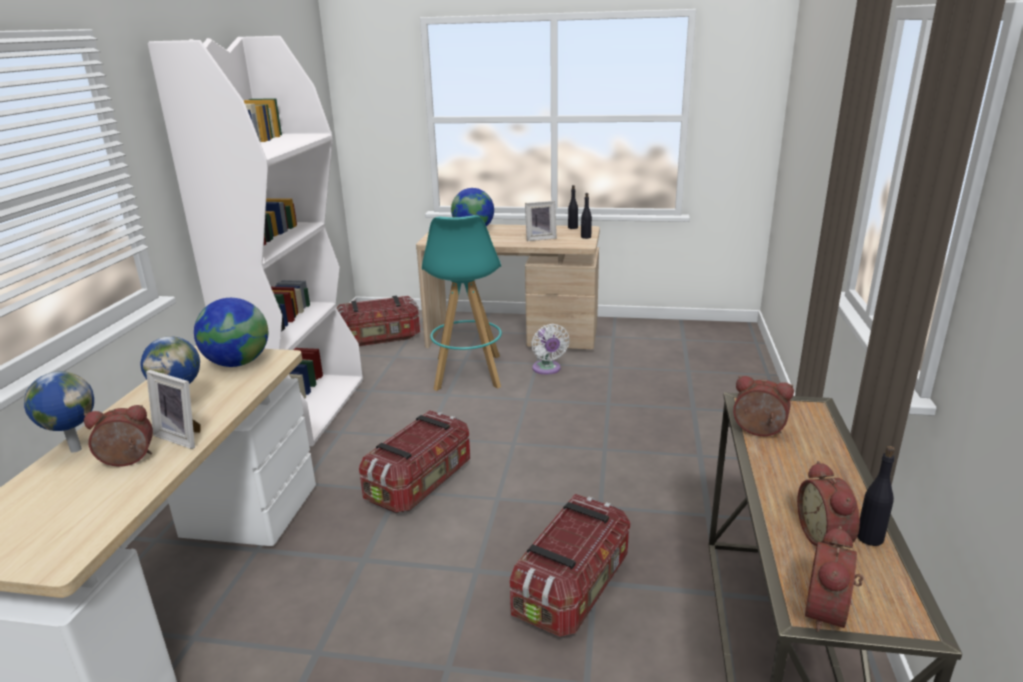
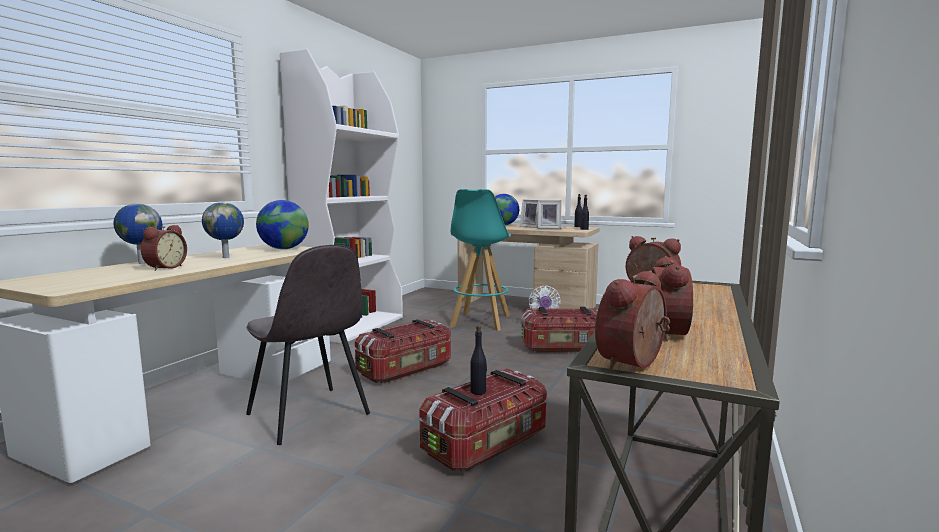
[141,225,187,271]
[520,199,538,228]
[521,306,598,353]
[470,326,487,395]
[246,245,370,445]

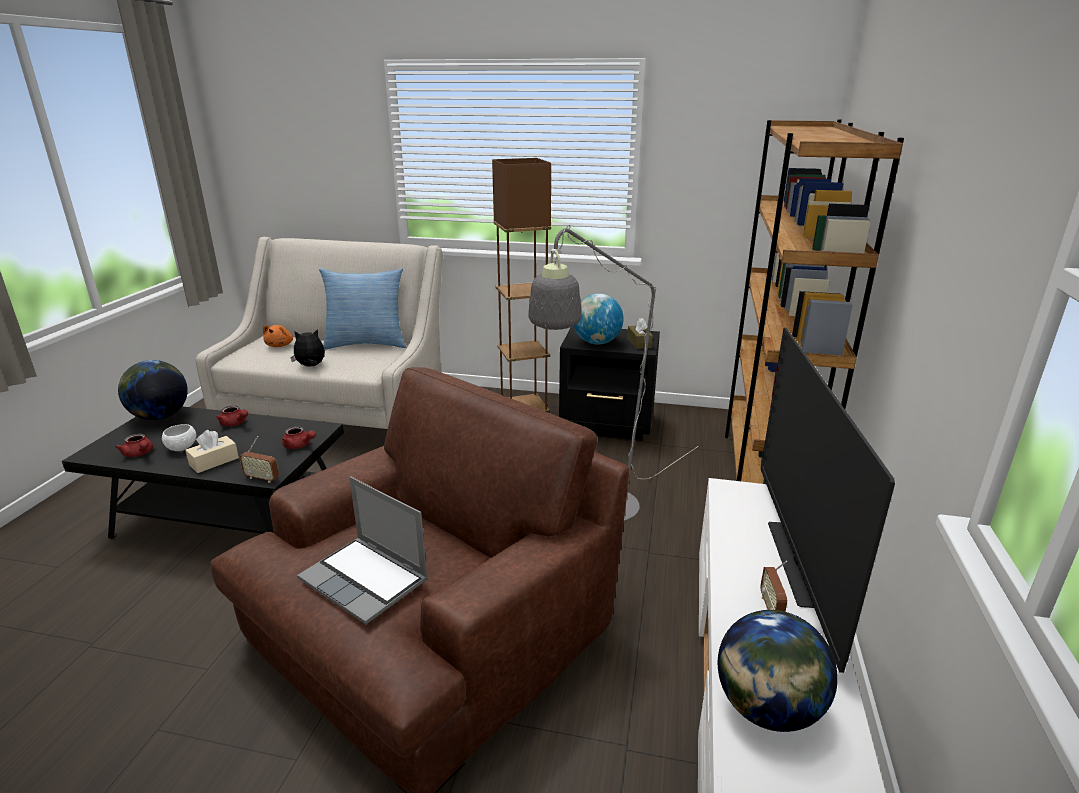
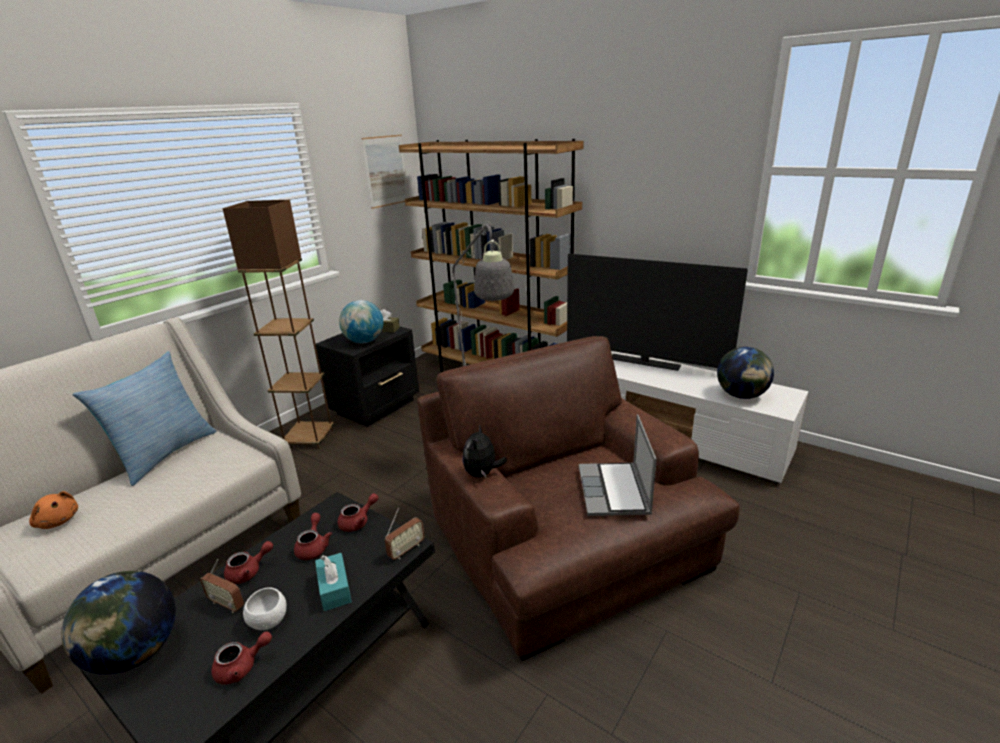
[315,553,352,611]
[462,424,507,477]
[579,414,657,516]
[200,559,244,613]
[294,513,332,560]
[362,134,408,209]

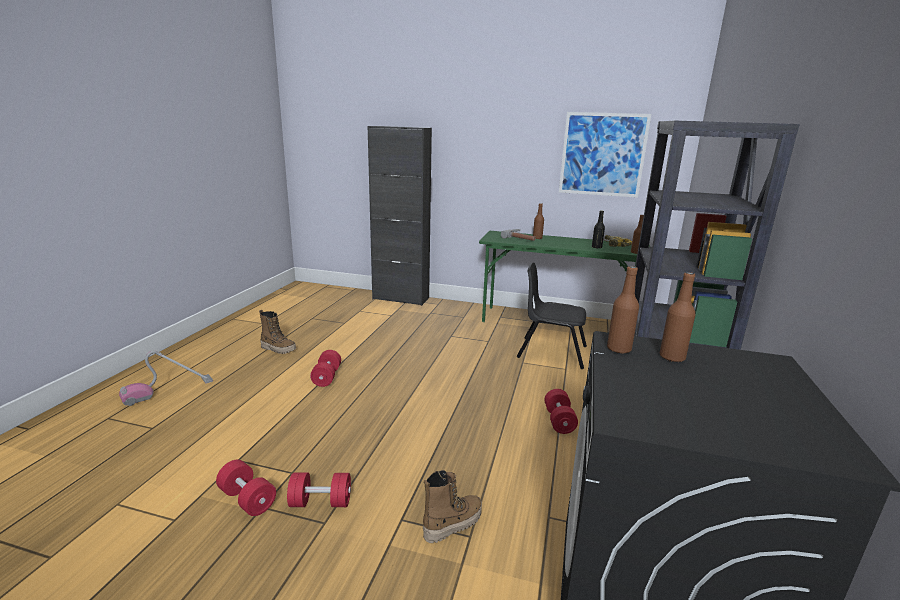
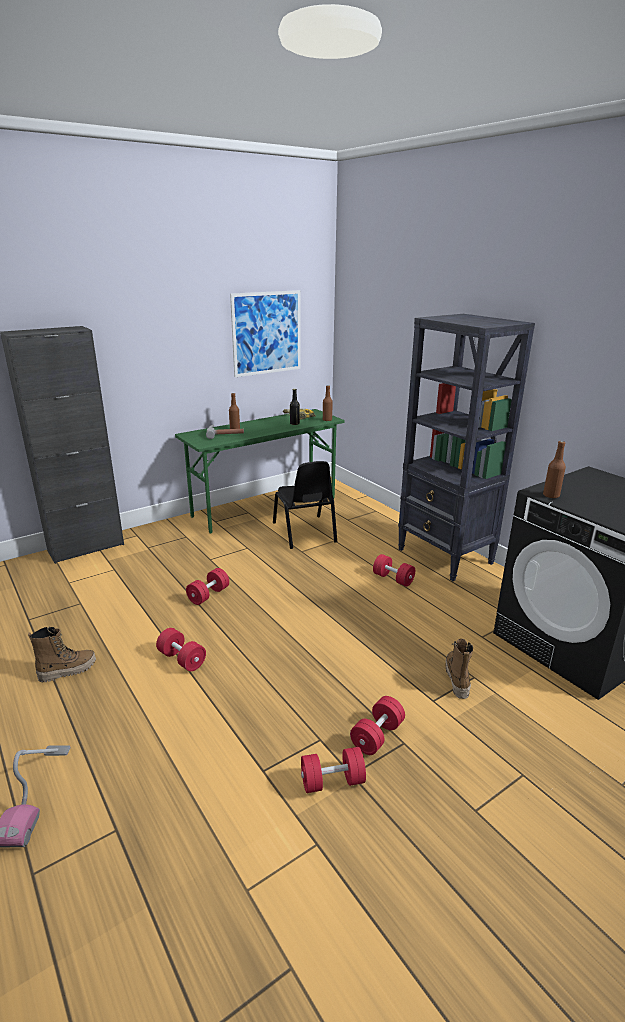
[273,461,337,549]
[660,272,695,362] (first image)
[186,568,229,605]

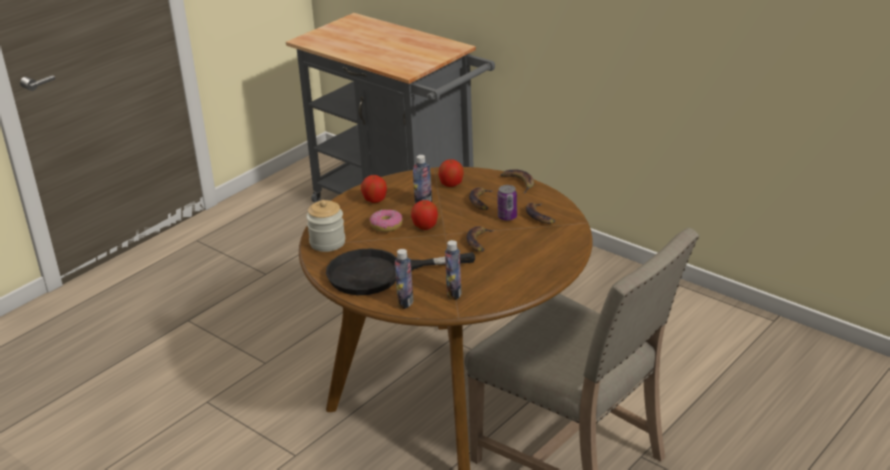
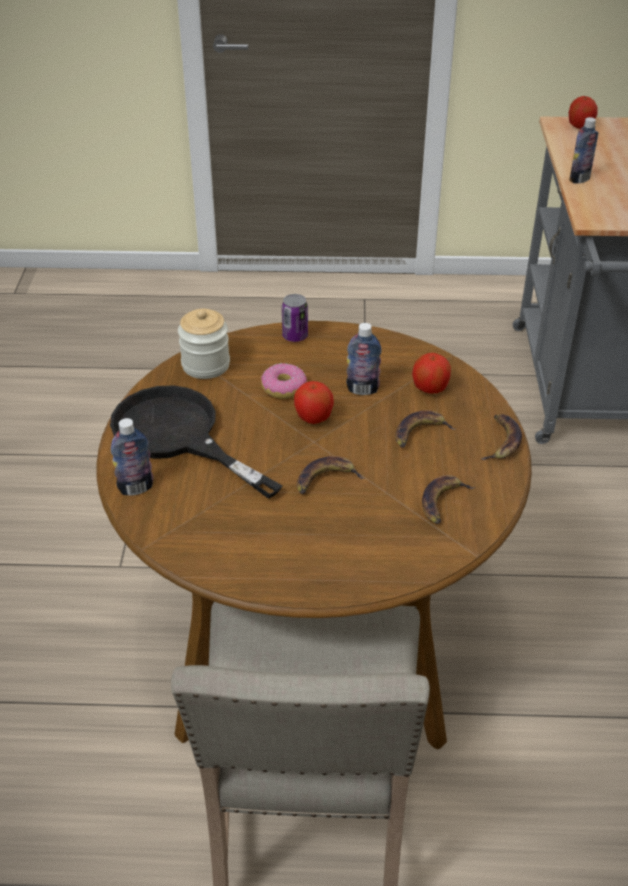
[569,96,598,129]
[569,117,598,184]
[282,294,308,342]

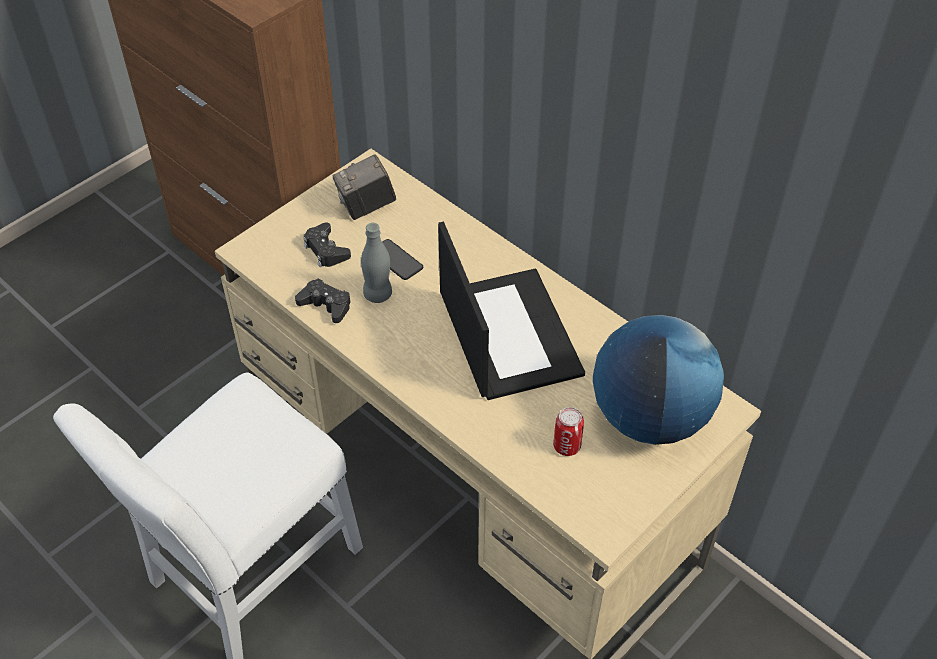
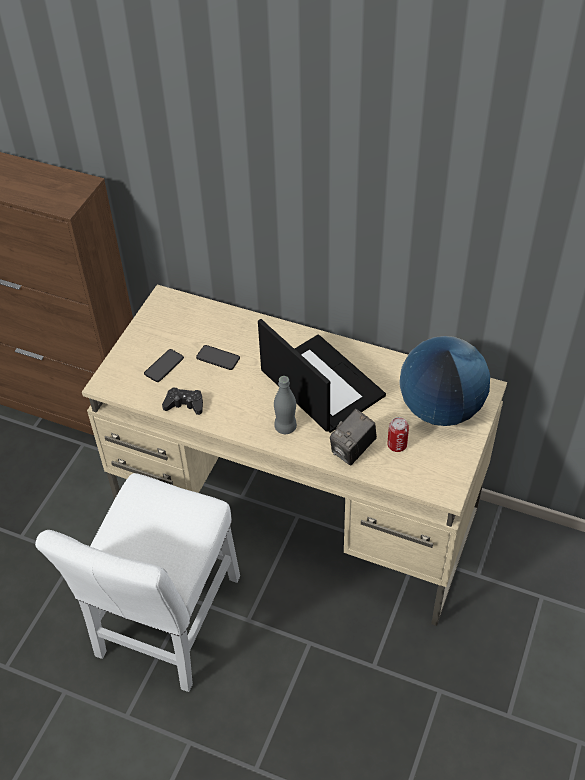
[144,349,184,382]
[330,409,377,466]
[274,376,297,434]

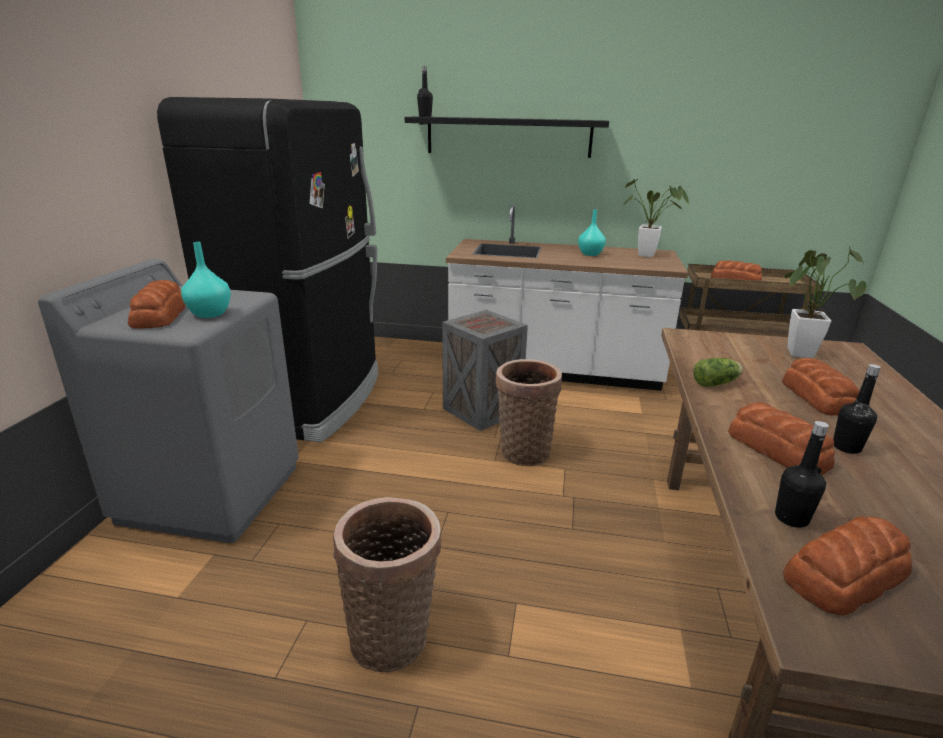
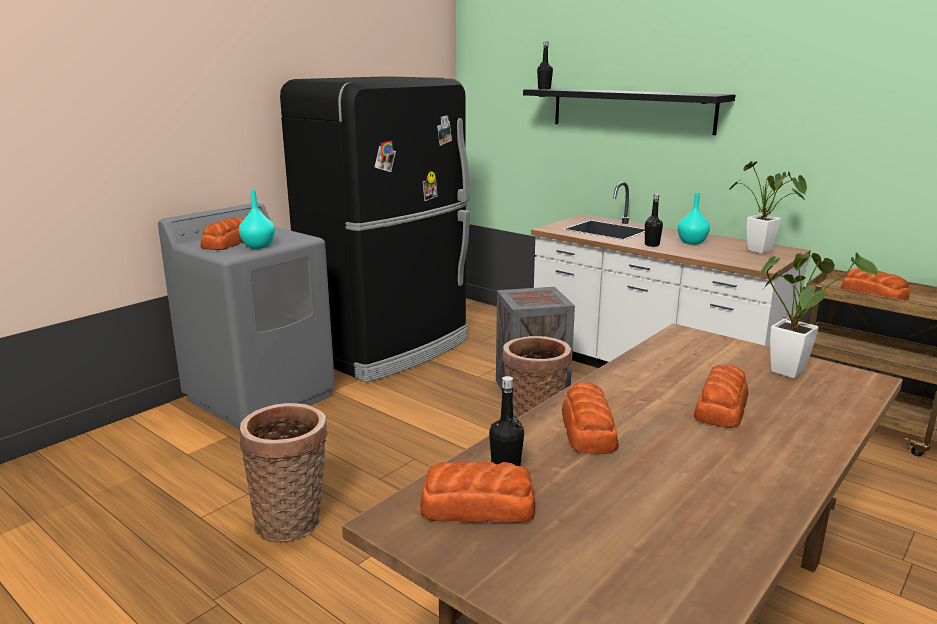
[693,358,743,387] (first image)
[645,194,663,247]

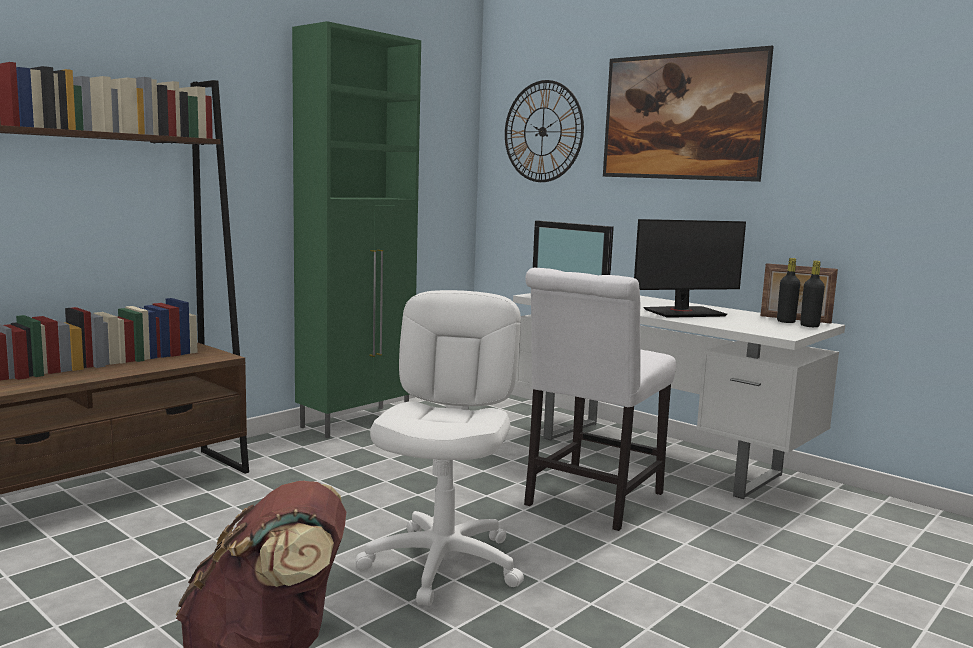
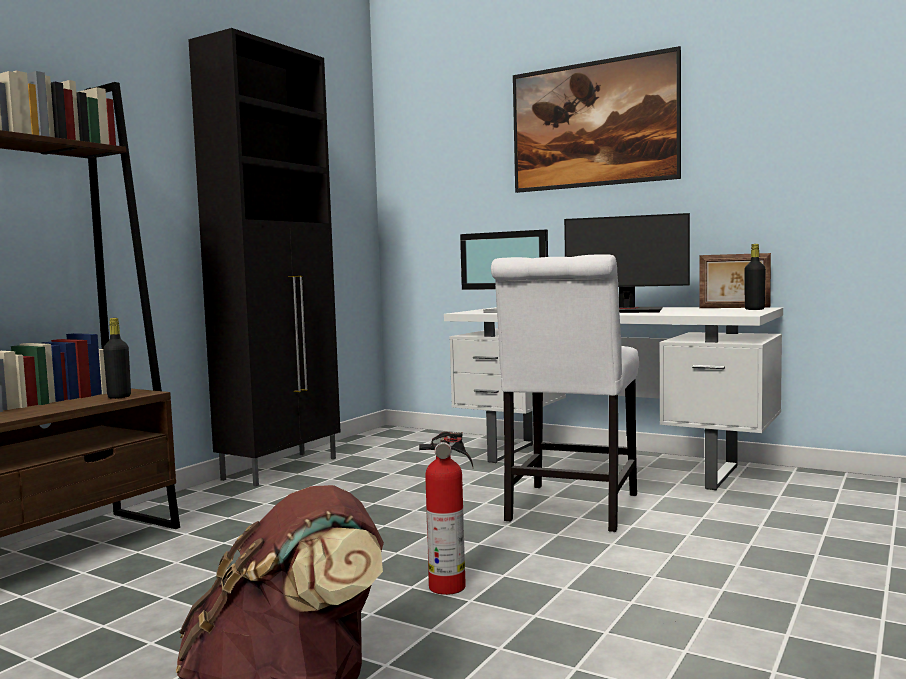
[188,28,341,486]
[419,432,473,595]
[505,80,584,182] (first image)
[564,213,690,313]
[103,318,131,399]

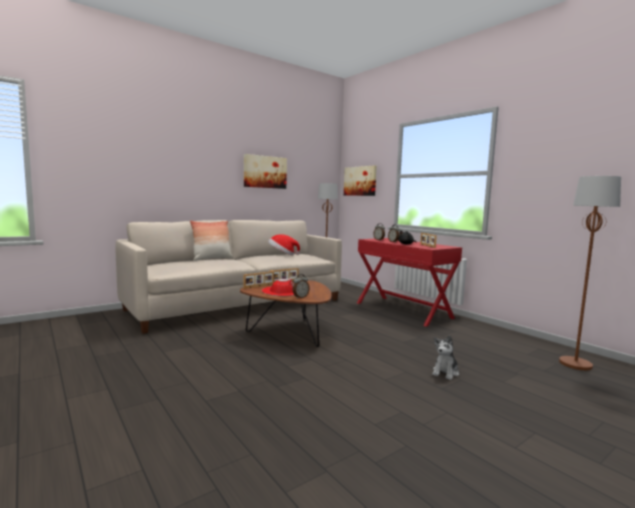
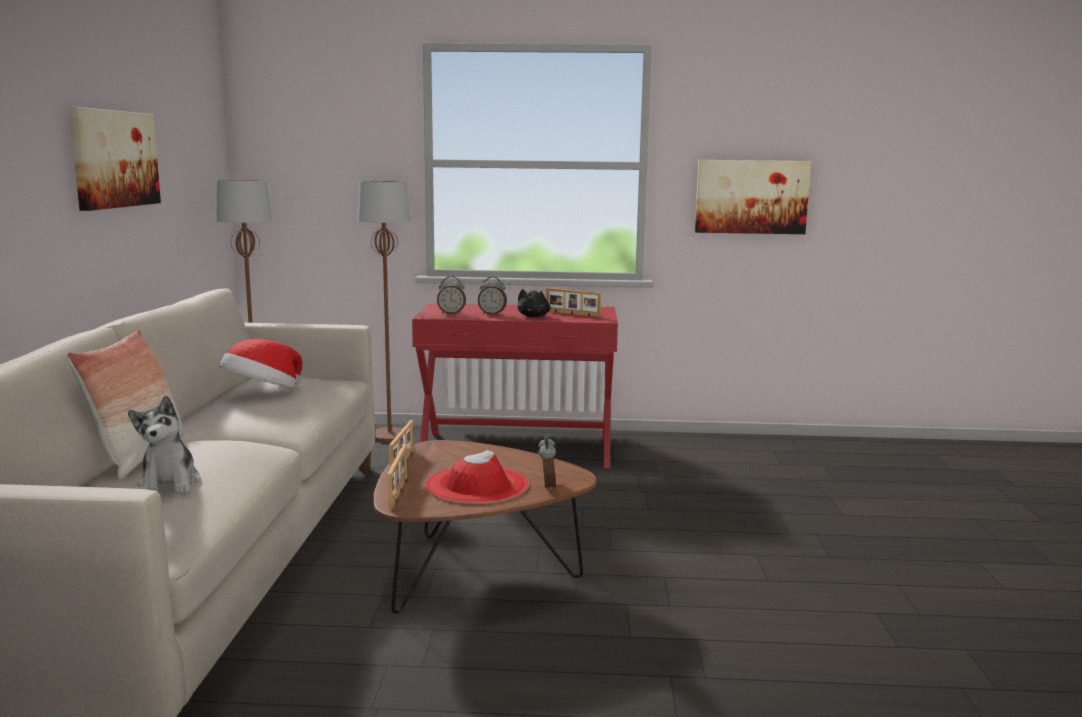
[695,160,811,234]
[128,396,201,494]
[357,180,410,443]

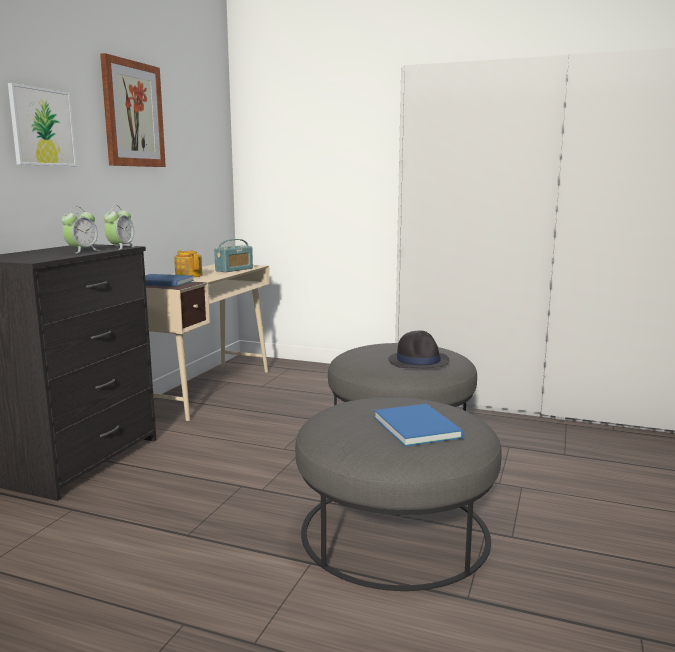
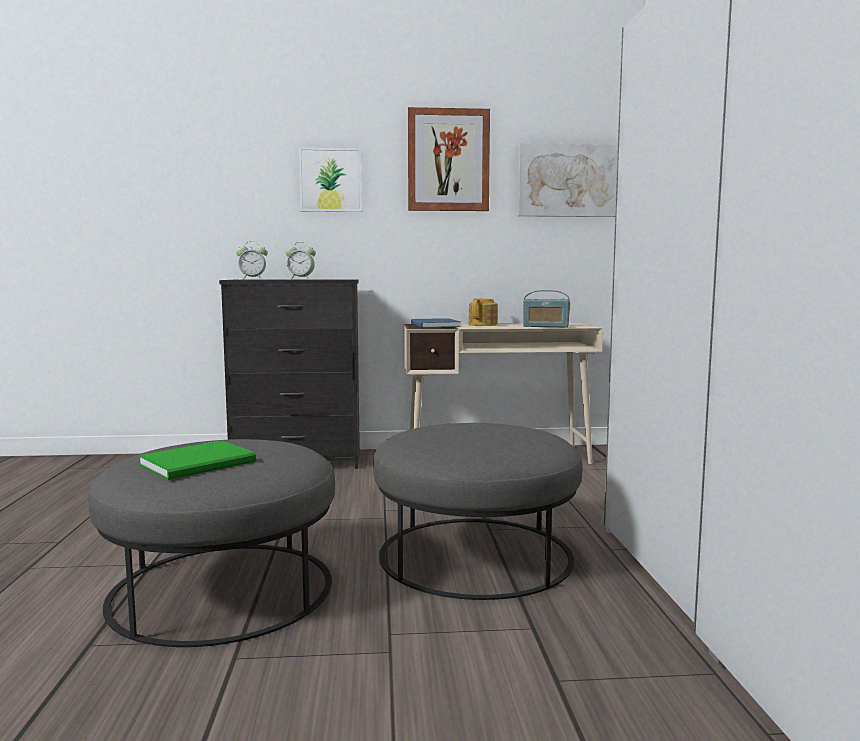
[236,241,268,280]
[139,440,256,480]
[388,331,450,368] (first image)
[518,143,618,217]

